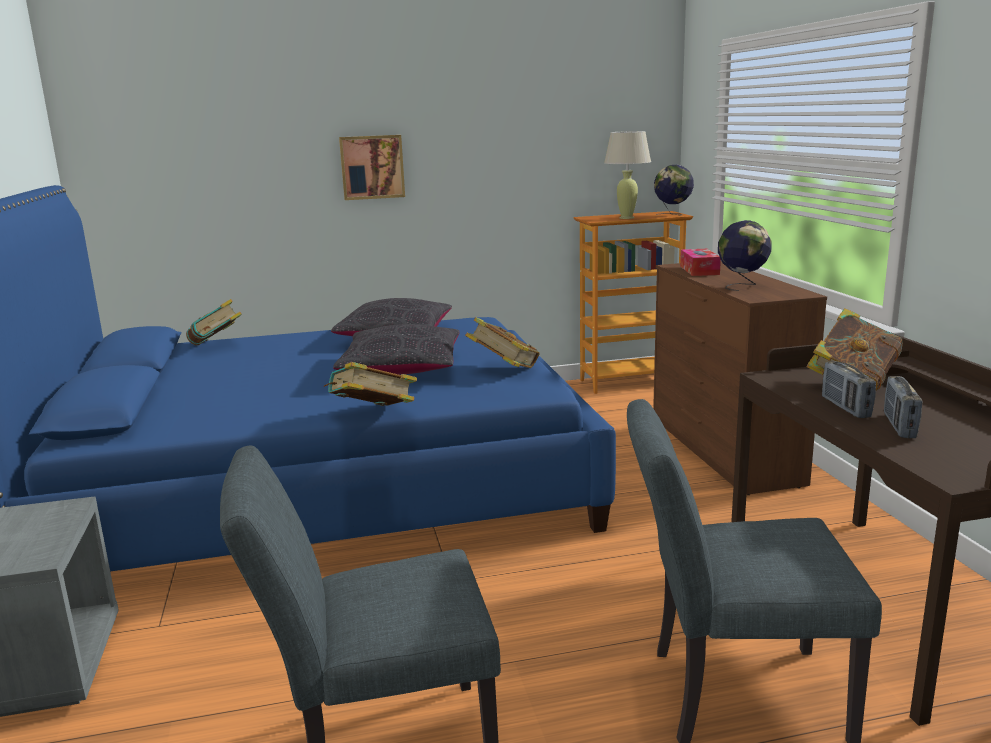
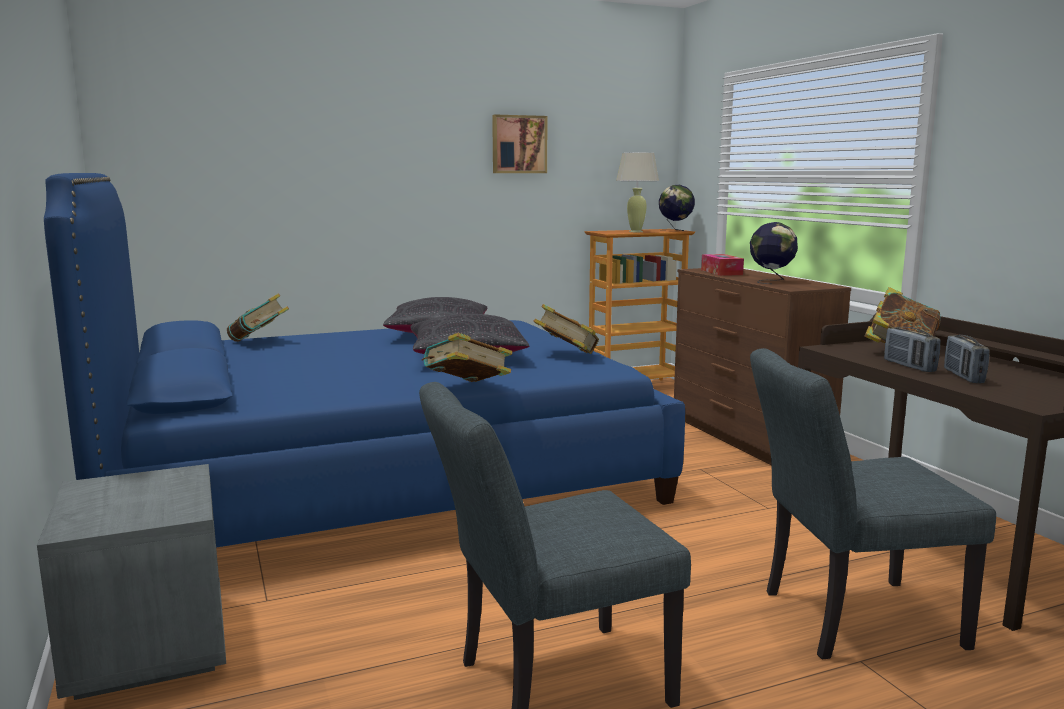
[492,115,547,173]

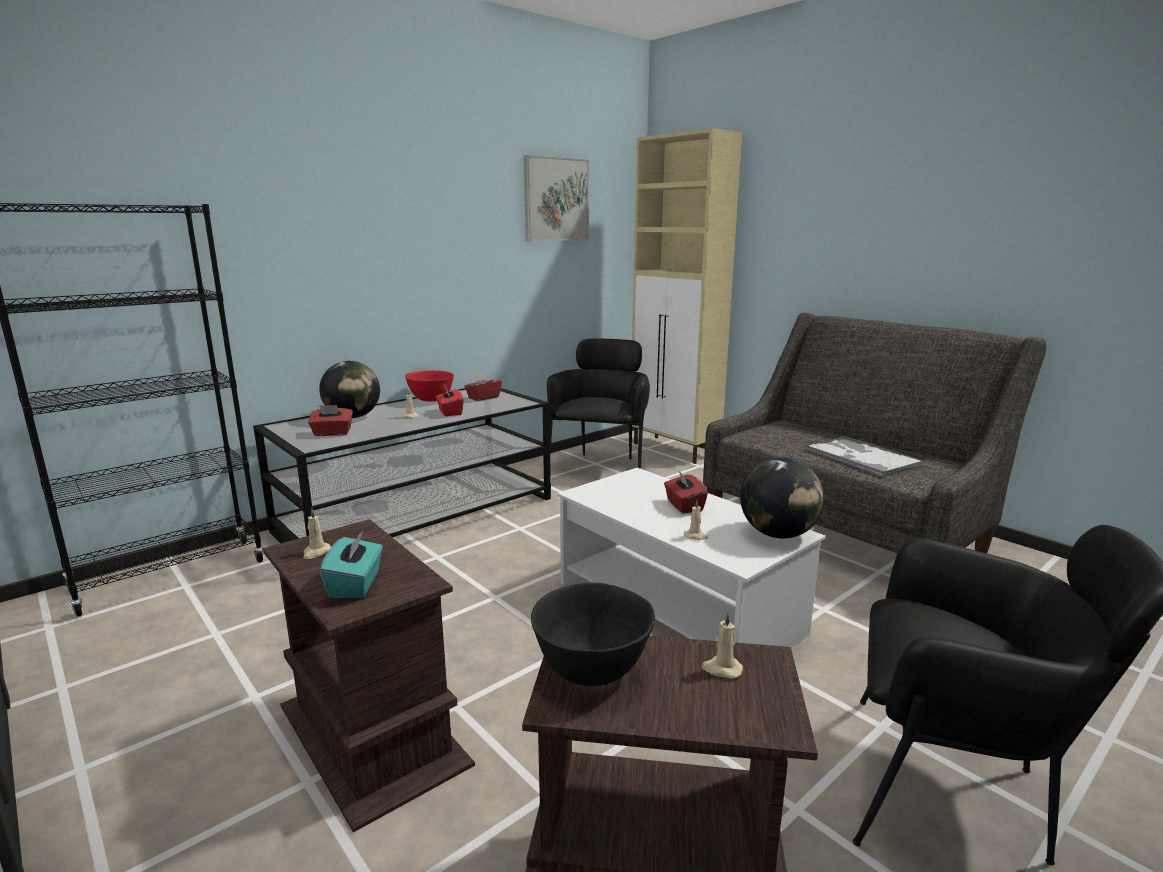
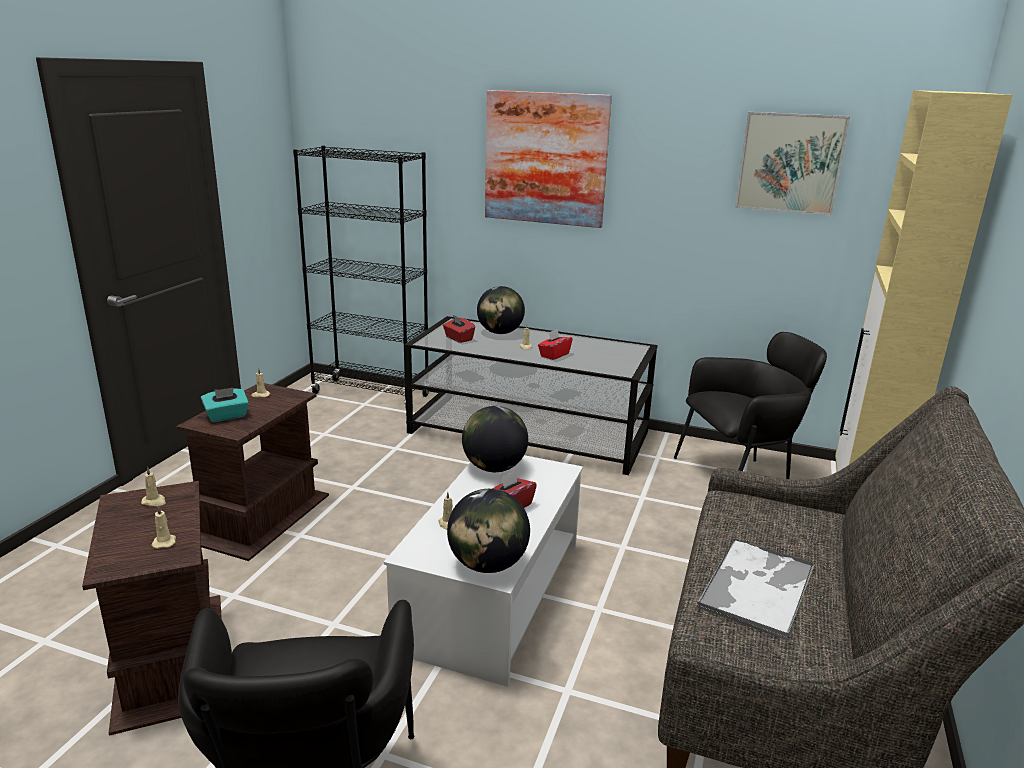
[405,370,454,402] (first image)
[464,372,502,401] (first image)
[141,467,166,507]
[462,406,528,472]
[485,90,612,228]

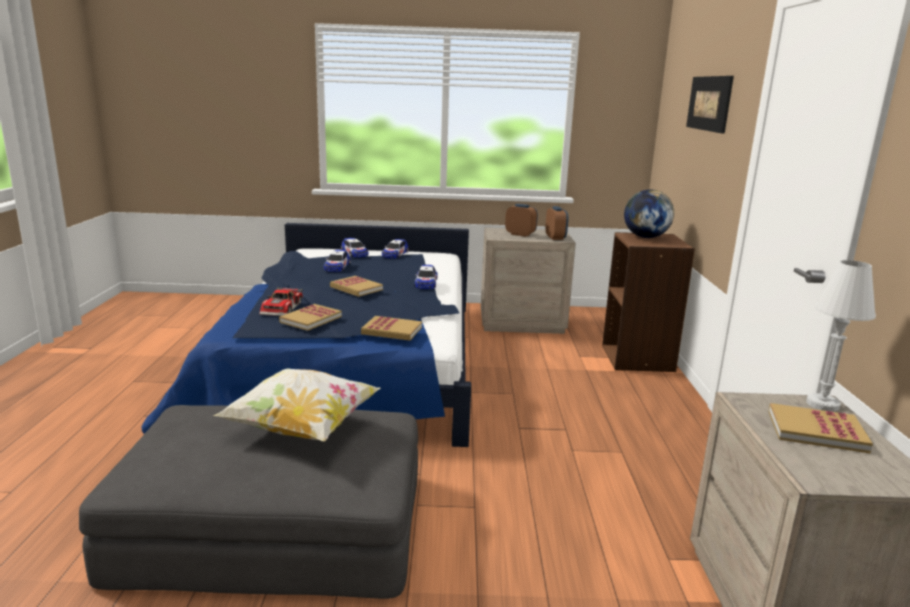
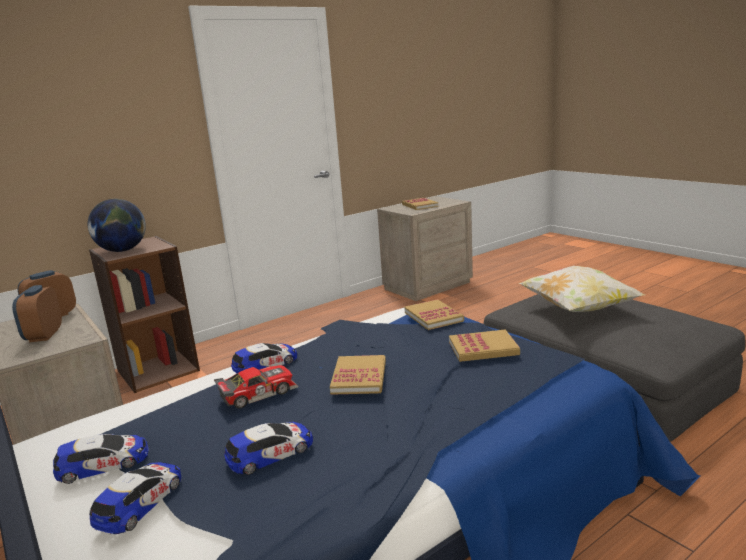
[214,365,298,409]
[686,76,734,134] (first image)
[806,260,876,412] (first image)

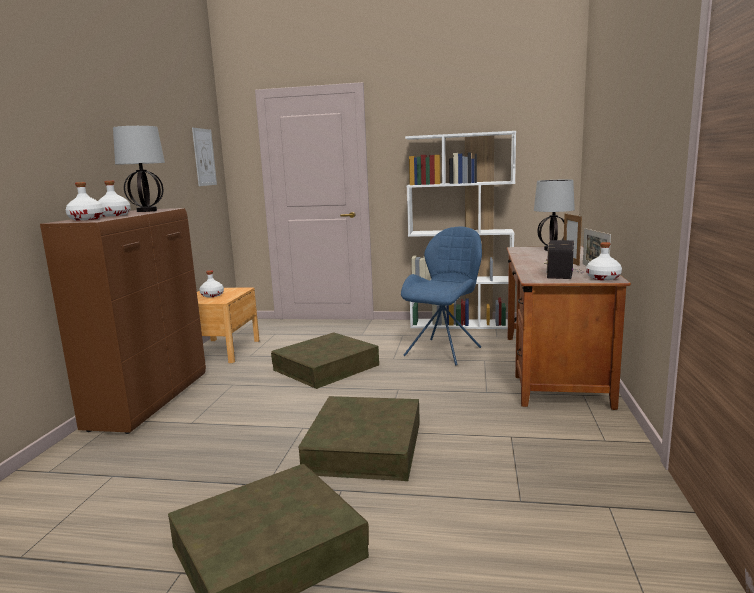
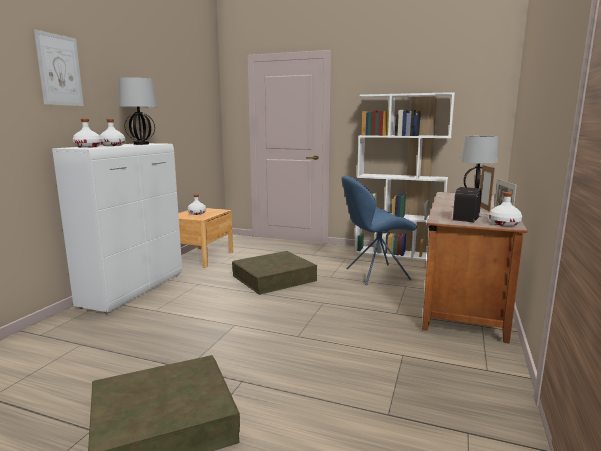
[52,143,182,313]
[34,30,84,106]
[298,396,420,481] (first image)
[341,175,417,285]

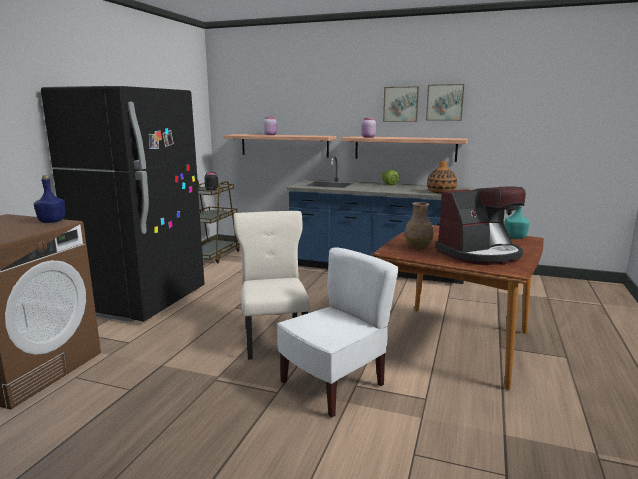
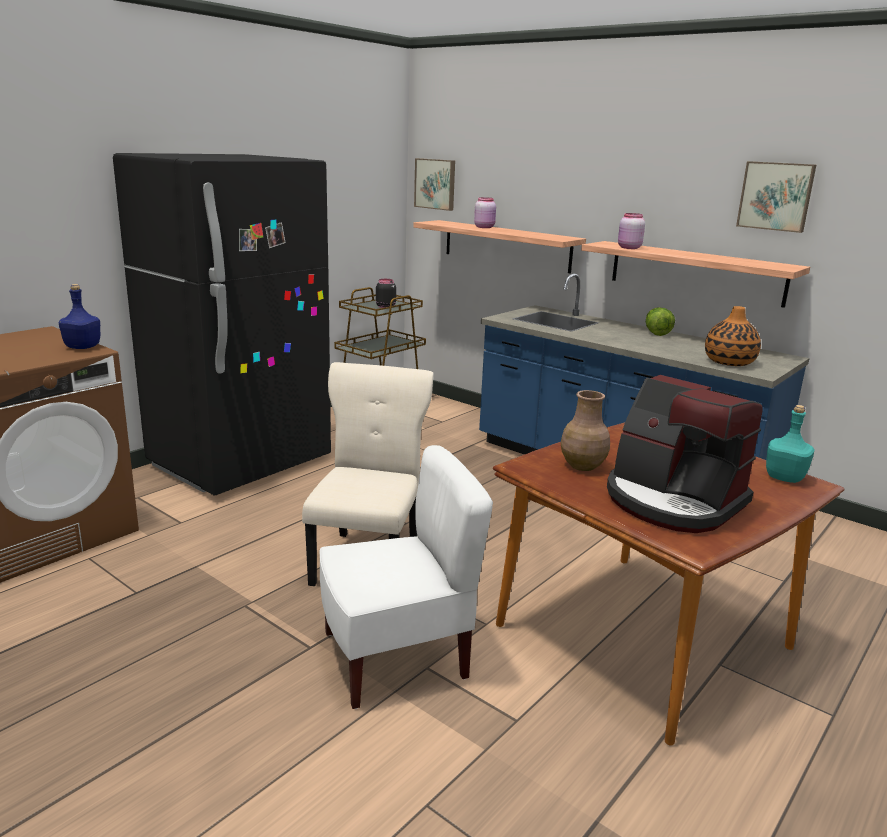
[414,158,455,211]
[607,375,763,533]

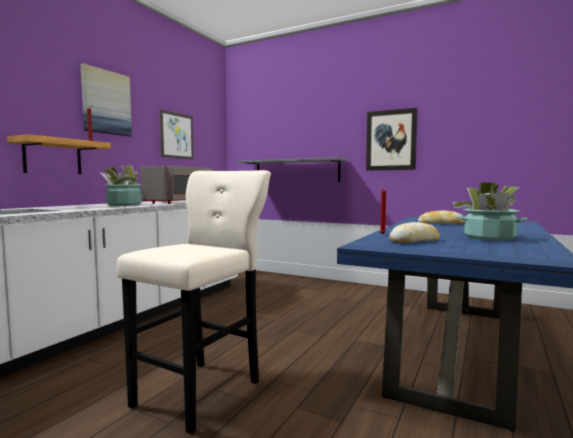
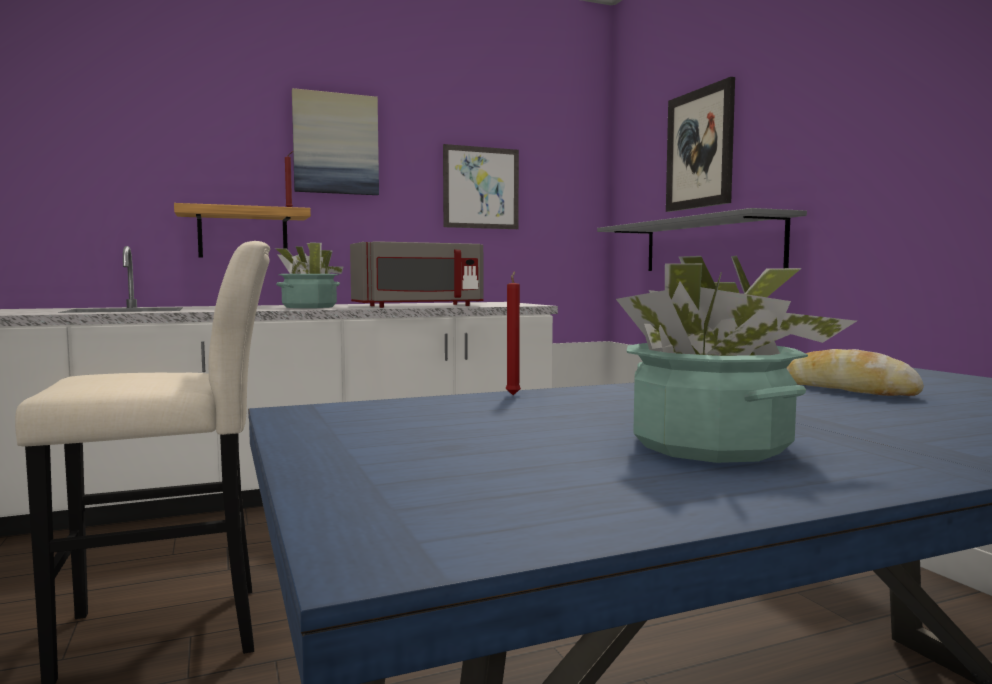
[666,77,735,212]
[389,222,440,243] (first image)

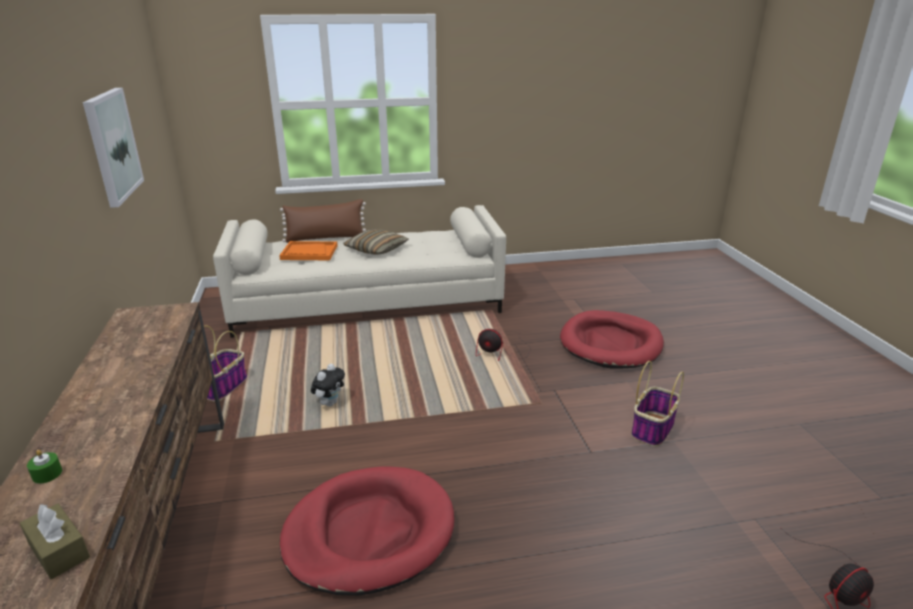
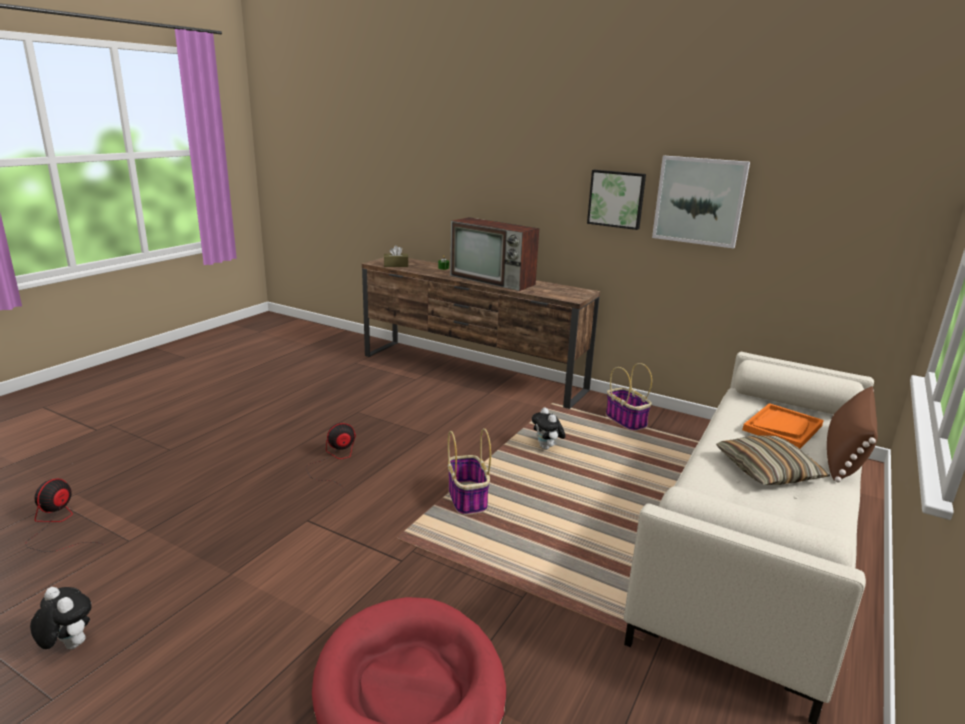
[280,466,454,596] (first image)
[306,423,356,489]
[448,428,491,515]
[30,587,92,649]
[450,217,539,291]
[587,170,646,230]

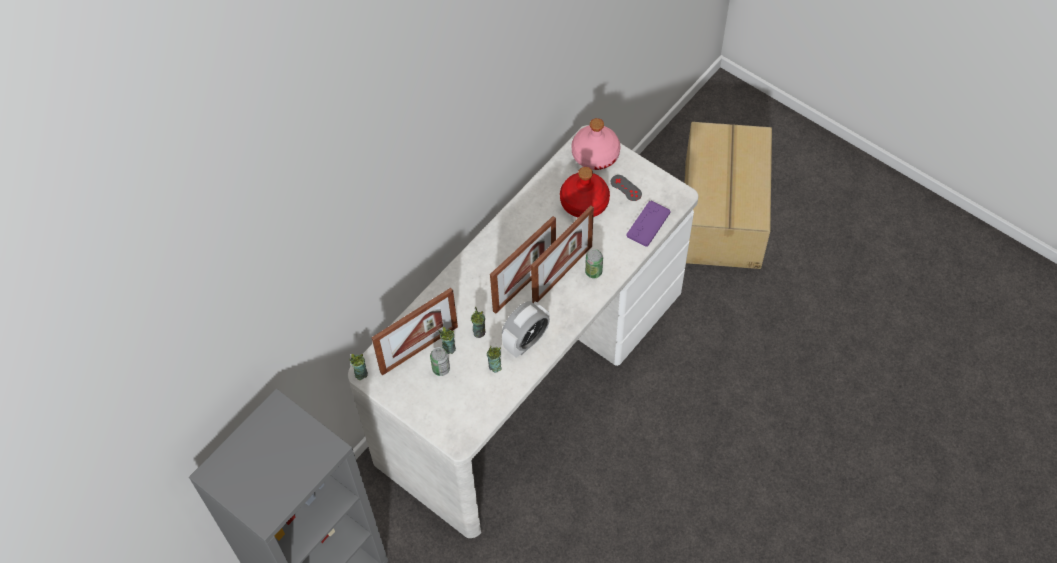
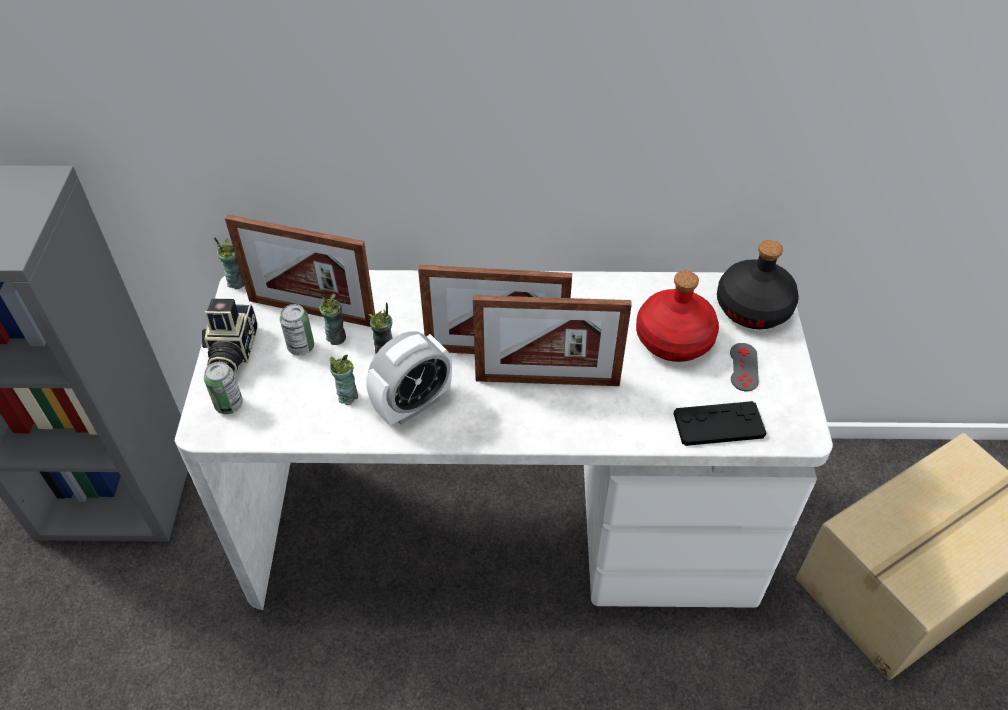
[366,331,452,426]
[717,240,799,329]
[204,362,243,414]
[674,401,766,446]
[202,299,258,374]

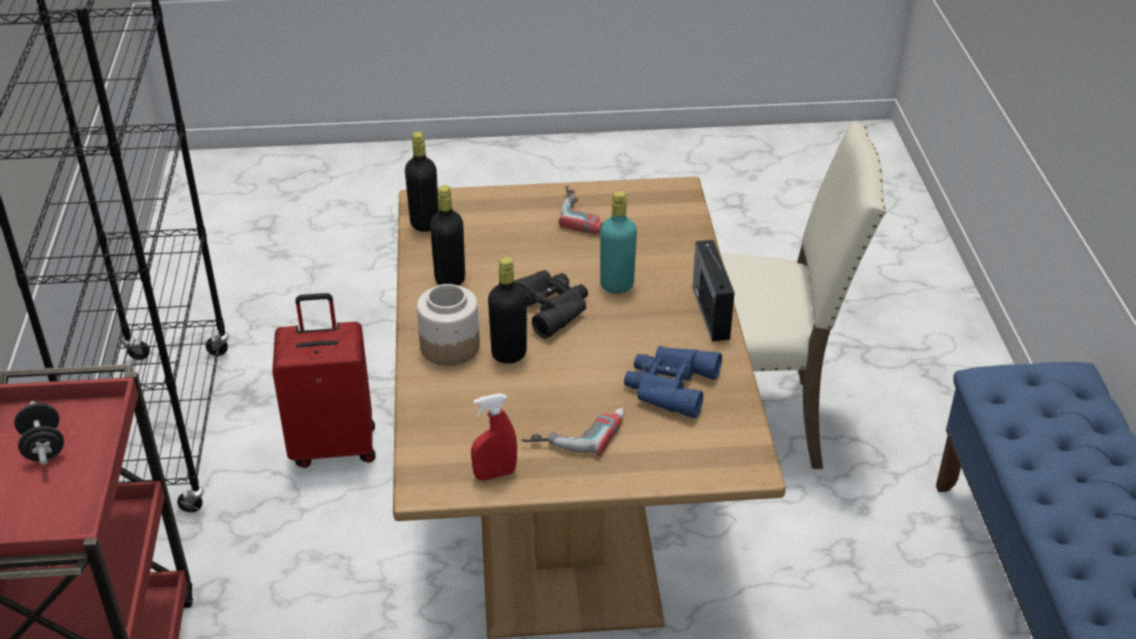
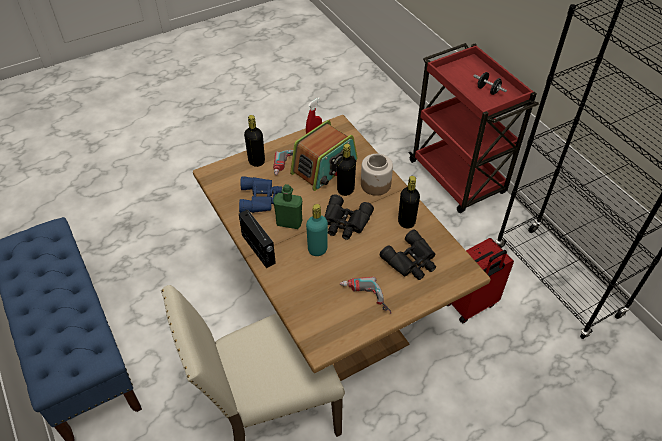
[244,115,265,167]
[273,184,302,229]
[290,120,358,191]
[380,229,436,280]

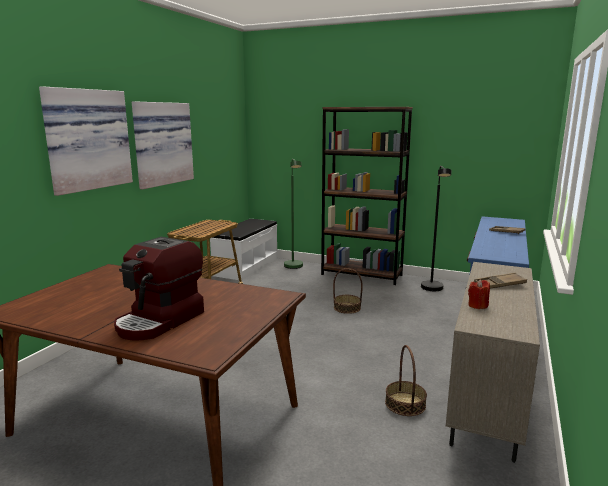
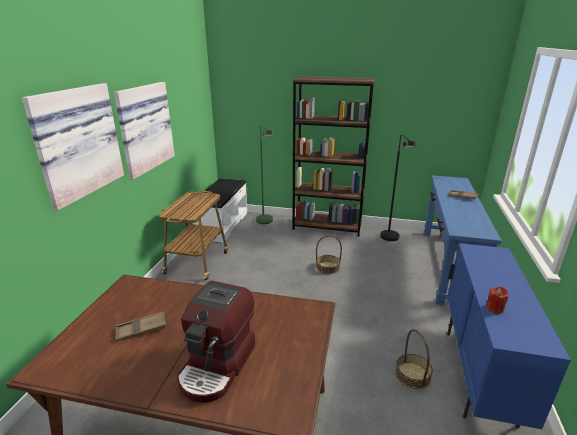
[447,243,571,429]
[115,312,166,342]

